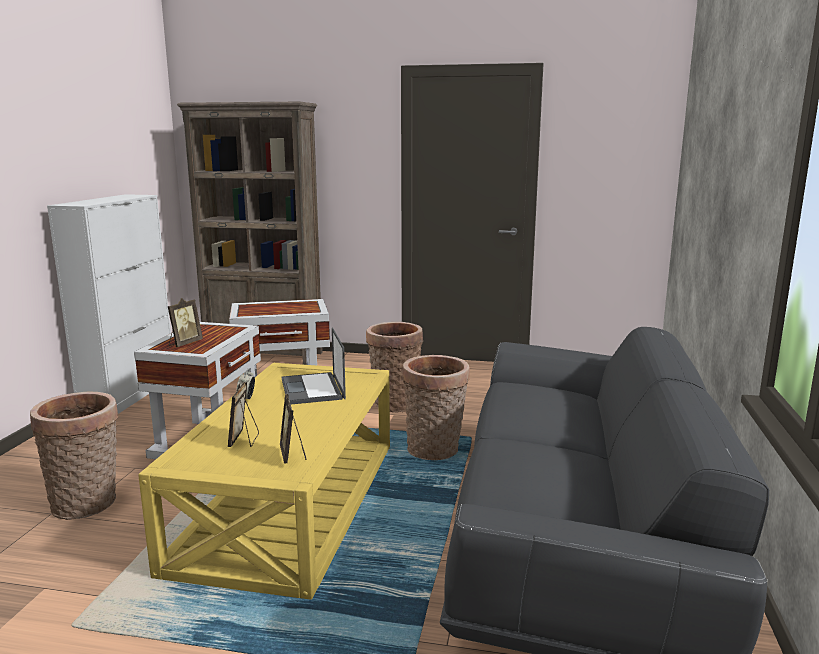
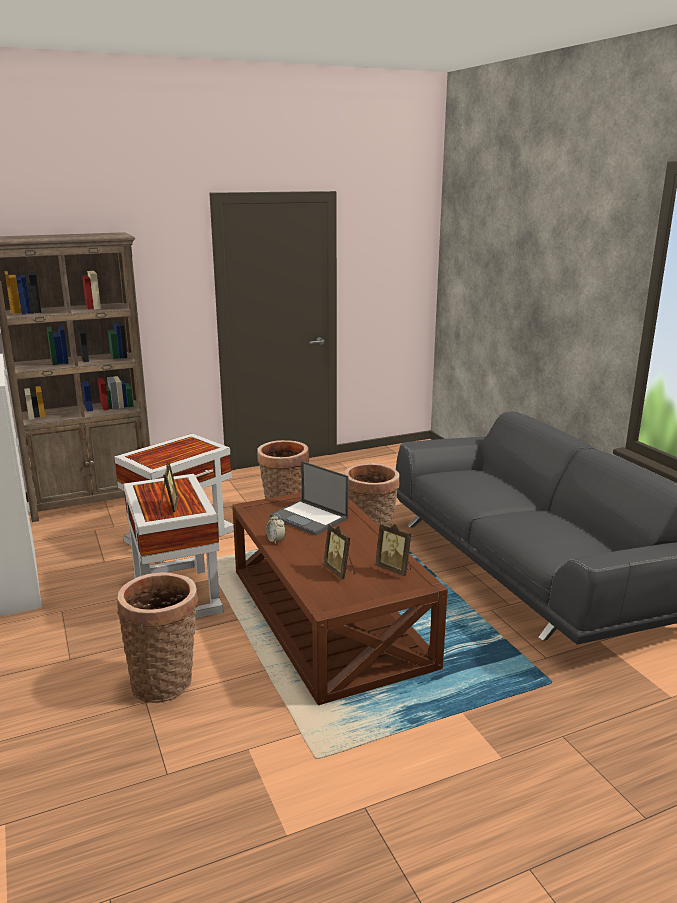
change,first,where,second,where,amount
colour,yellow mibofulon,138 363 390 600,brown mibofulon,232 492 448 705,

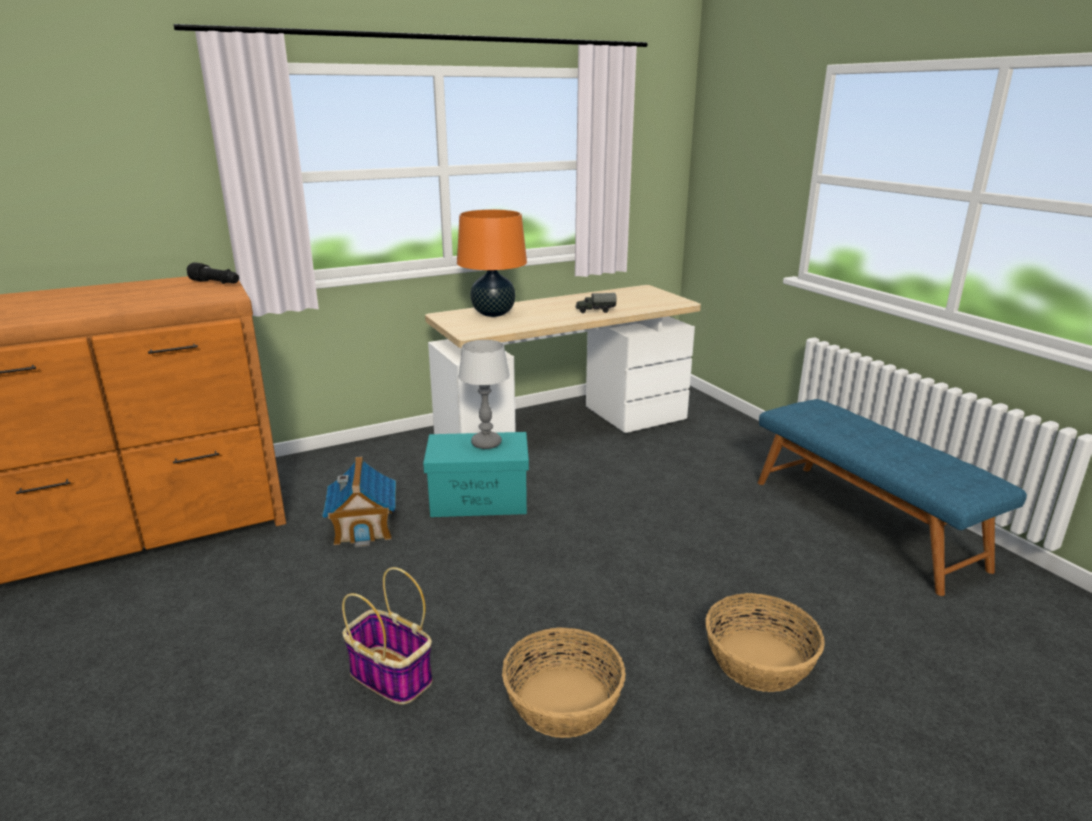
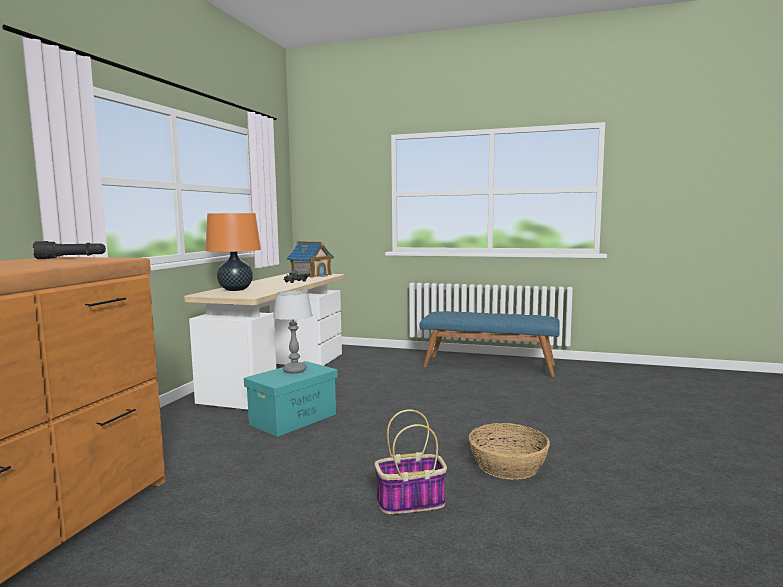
change,first,where,second,where,amount
relocated,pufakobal,322 456 396 548,,287 241 334 278,
missing,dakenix,705 593 825 692,,,

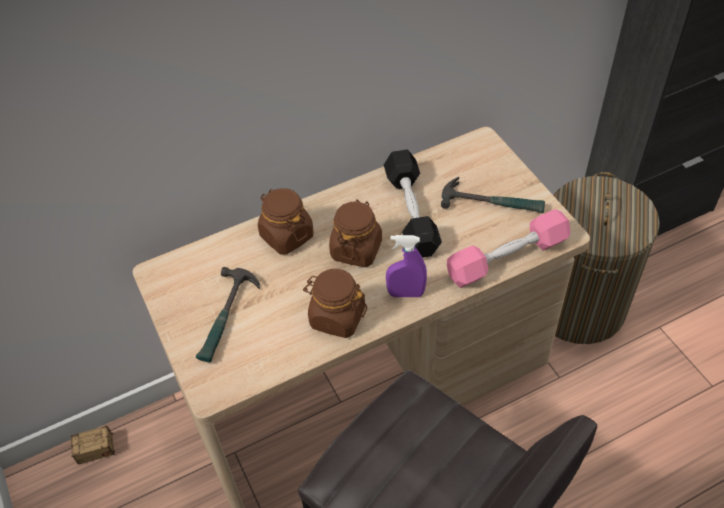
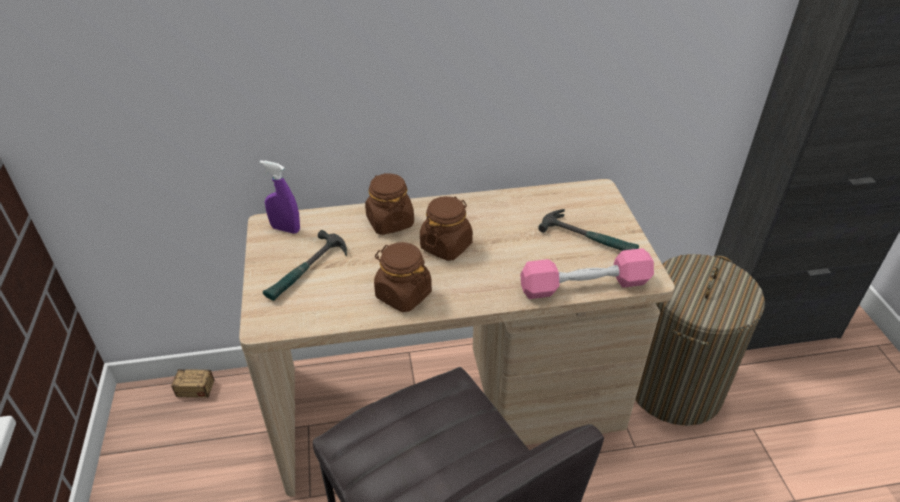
change,first,where,second,where,amount
missing,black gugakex,384 149 442 258,,,
relocated,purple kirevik,386 235 427 297,,260 160 300 234,

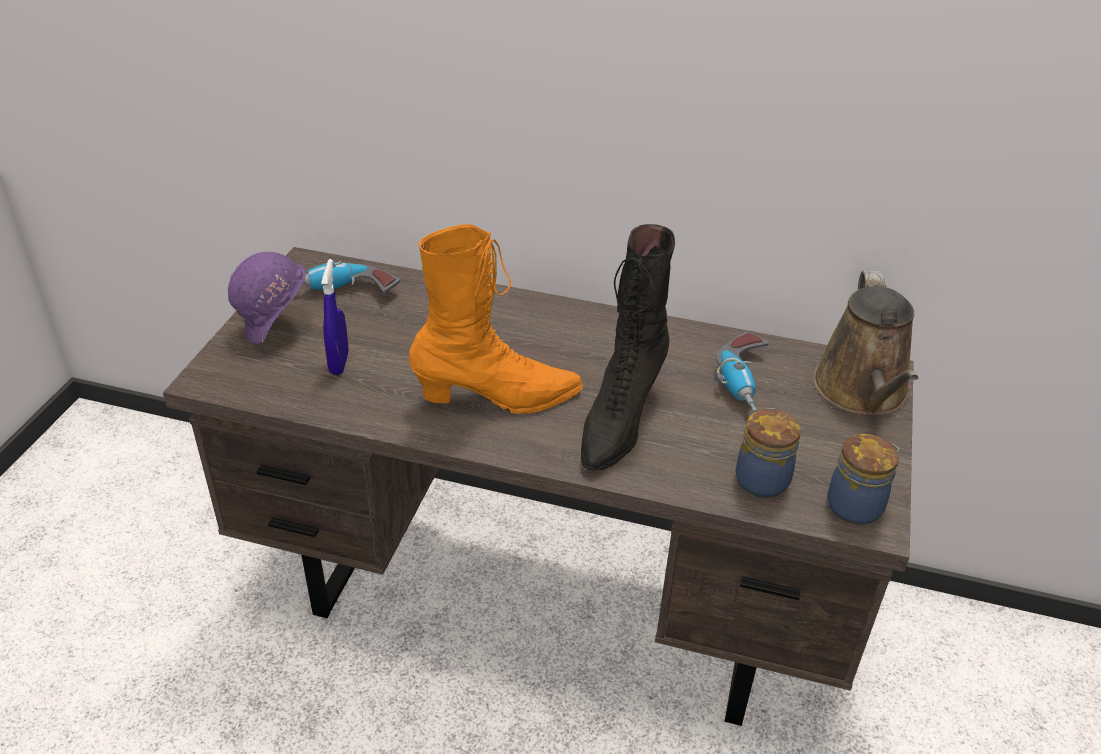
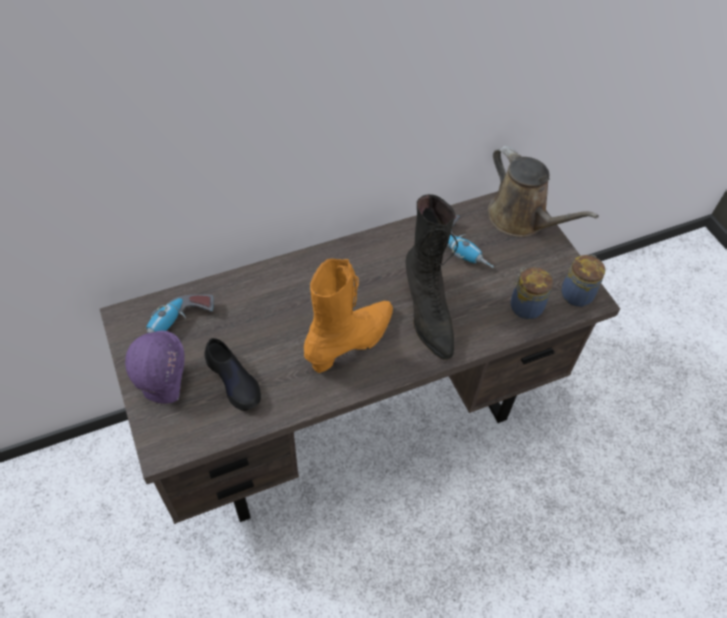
change,first,where,second,where,amount
exchanged,blue kirevik,321 259 349 375,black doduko,205 338 261 411,

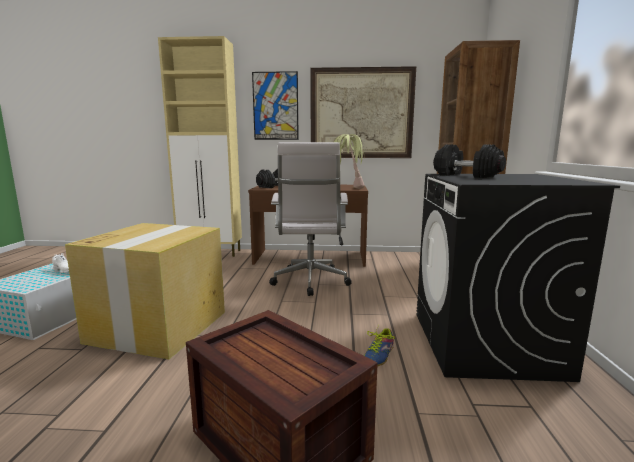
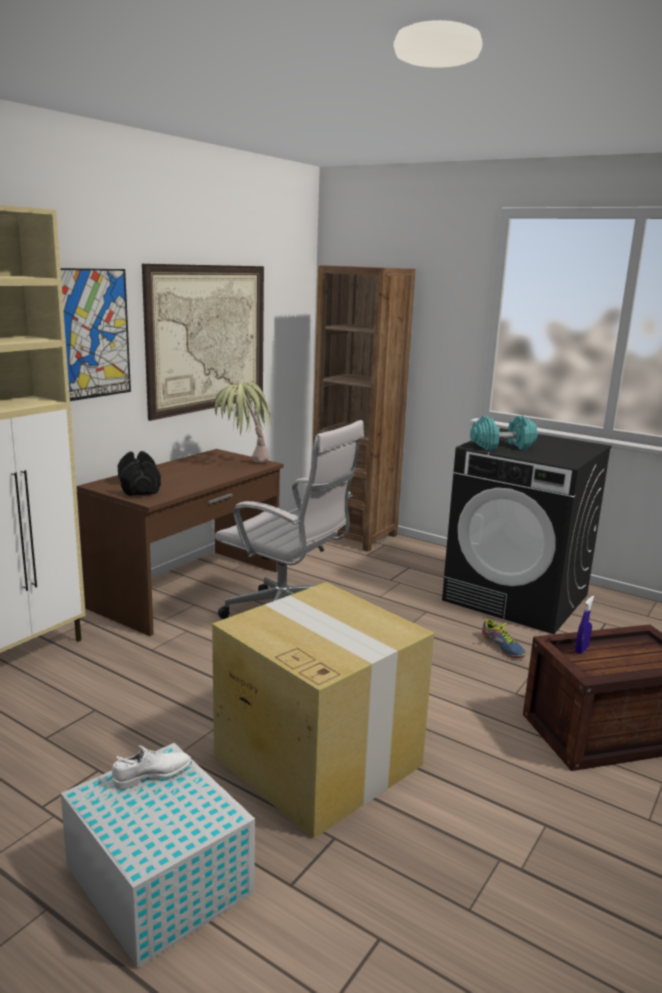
change,first,where,second,where,amount
colour,black gugakex,433 144 506 178,turquoise gugakex,470 416 538 450,
appeared,,,blue kirevik,575 596 594 654,

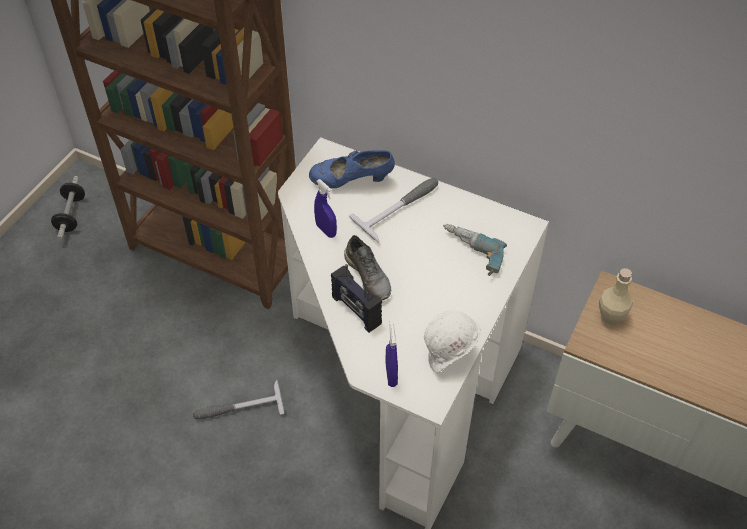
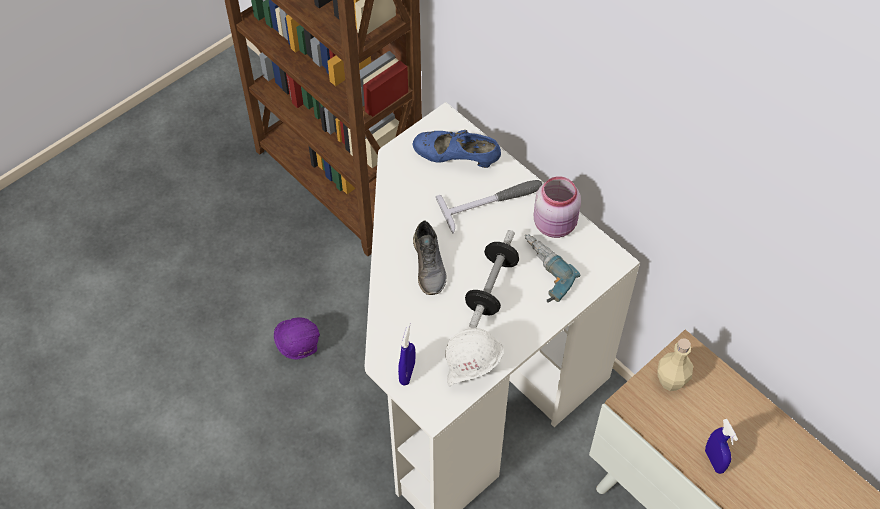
change,first,where,second,where,amount
relocated,gugakex,51 176 85 240,,465 230 519 328,
exchanged,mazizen,193 380 284 419,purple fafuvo,274 317 320 360,
relocated,blue kirevik,314 179 337 238,,705 419 738 474,
missing,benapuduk,331 264 382 333,,,
appeared,,,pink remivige,534 176 581 238,

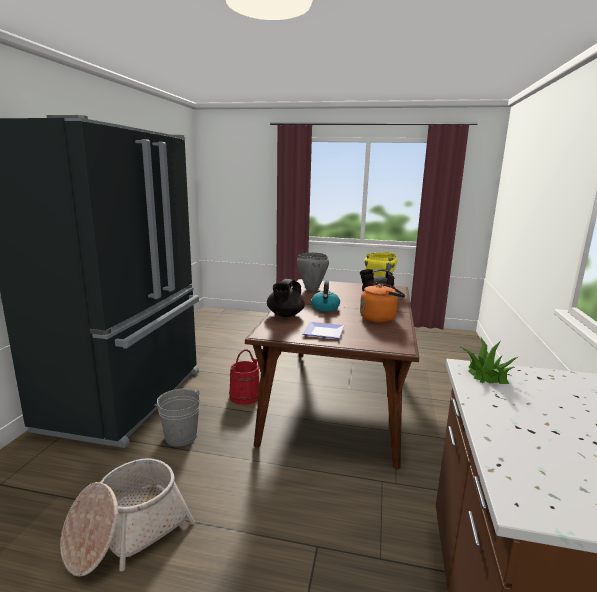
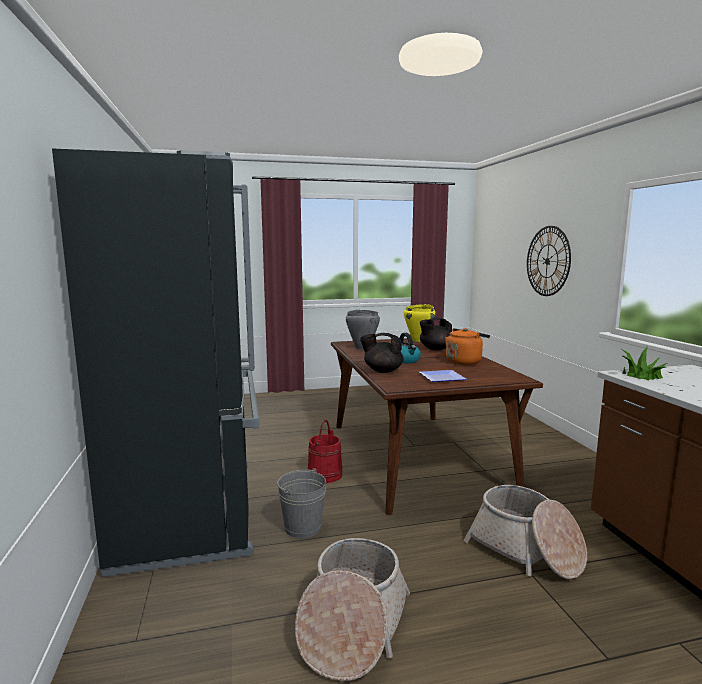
change,first,where,second,where,amount
spun,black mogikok,267 279 305 317,,360 333 404 373,105 degrees clockwise
appeared,,,dakenix,464 485 587 579,
appeared,,,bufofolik,527 226 571 296,

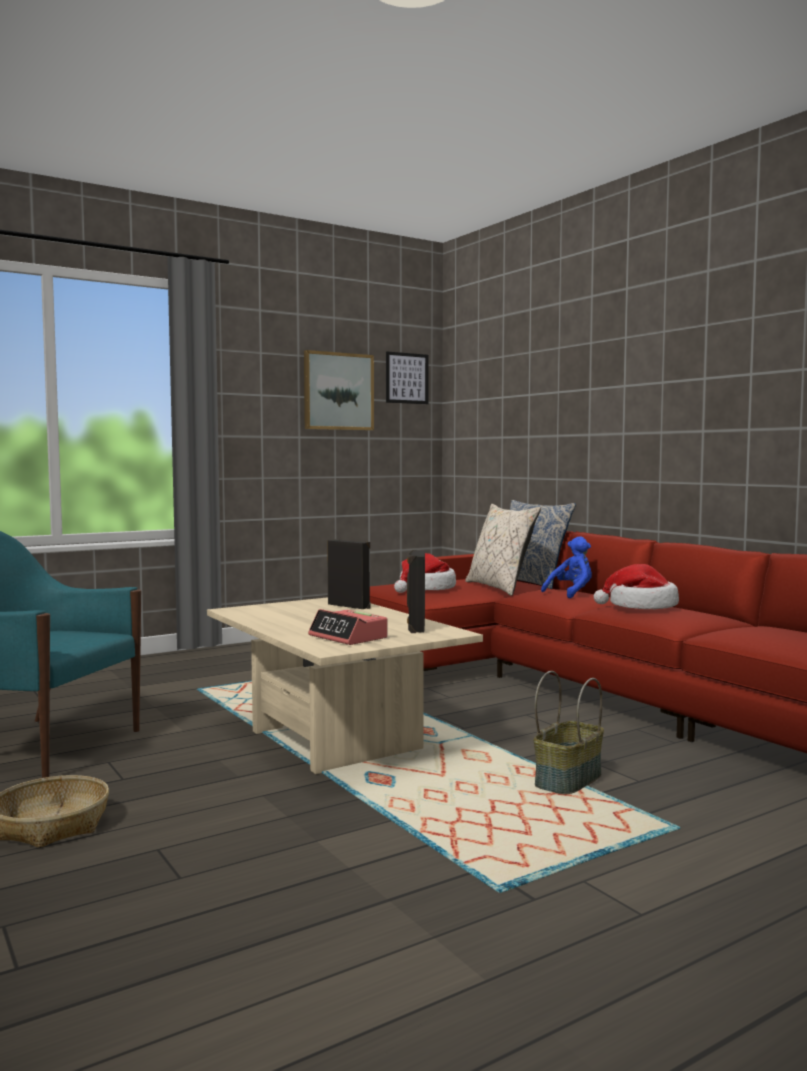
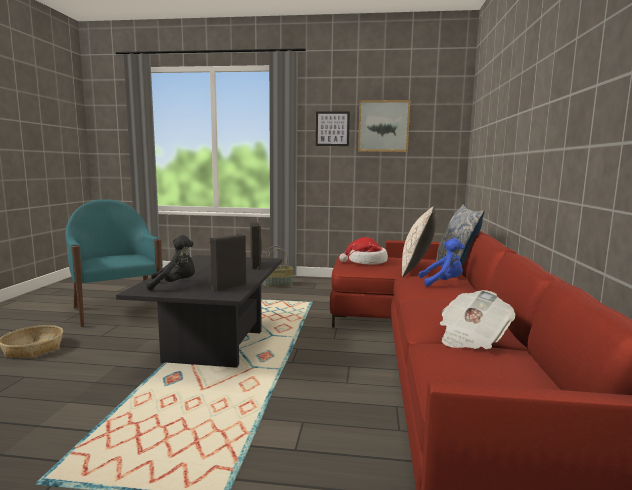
change,first,where,second,where,amount
colour,beige mibofulon,207 597 483 774,black mibofulon,116 255 282 368,
exchanged,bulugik,308 609 388 645,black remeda,146 235 195 291,
relocated,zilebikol,386 351 429 404,,316 111 350 146,
relocated,dakenix,534 671 604 794,,263 246 293 287,
missing,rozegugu,594 564 679 609,,,
appeared,,,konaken,440 290 515 349,

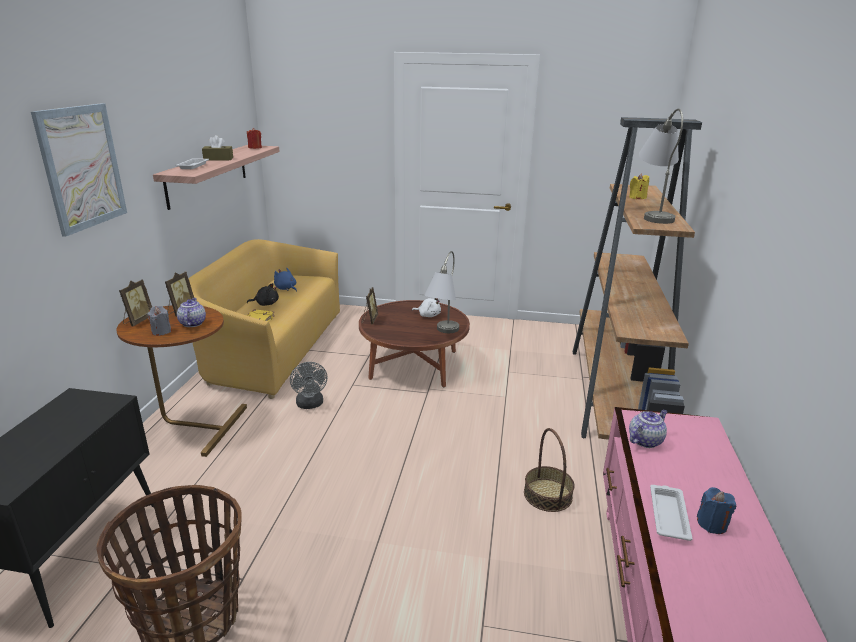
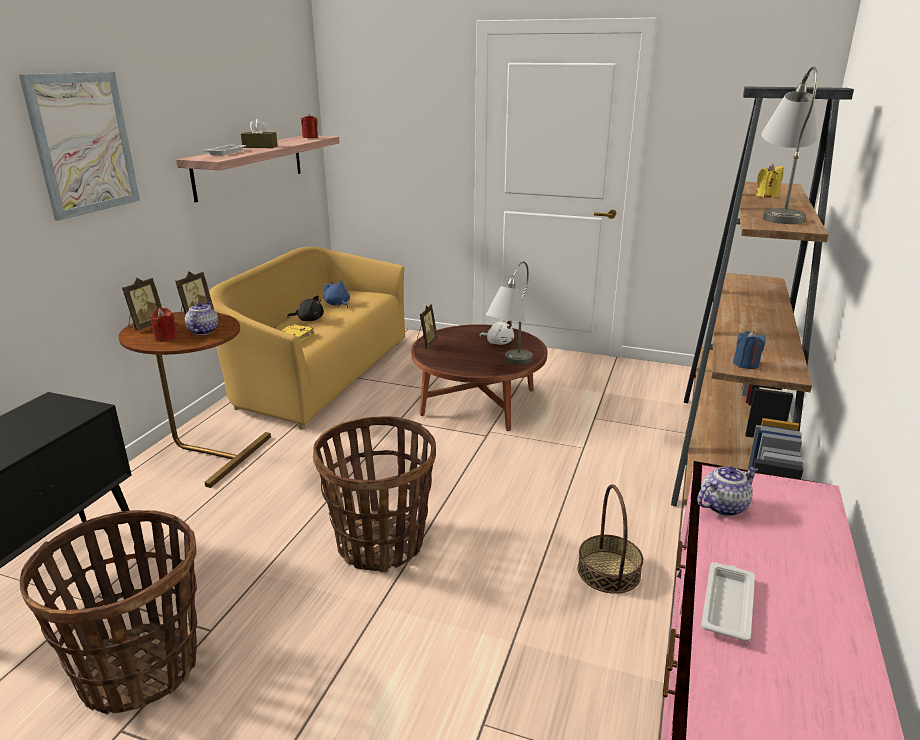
change,first,where,second,where,amount
colour,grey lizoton,147 306 171 336,red lizoton,150 308 177 342,
missing,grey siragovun,290 362 327 409,,,
relocated,blue lizoton,697 487 736 534,,733 330 765 369,
appeared,,,dakenix,313 416 436 572,

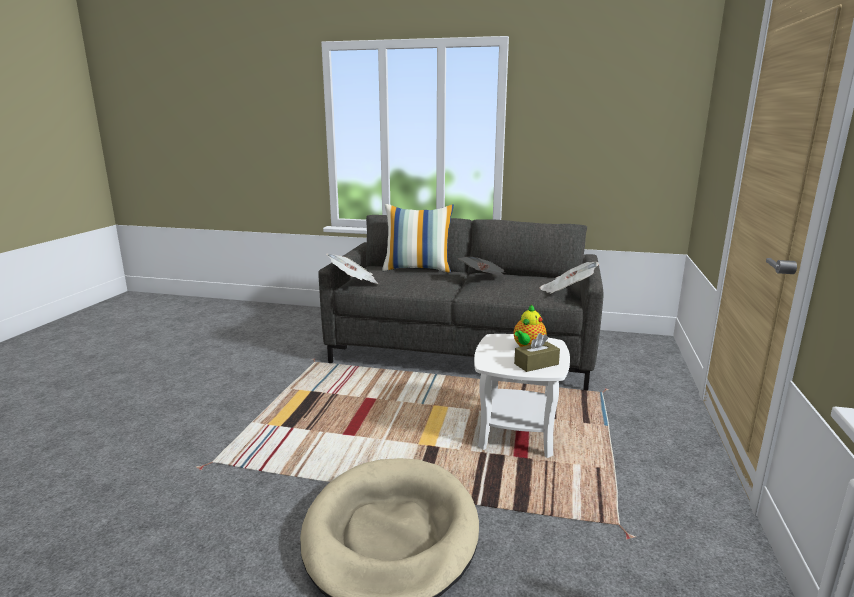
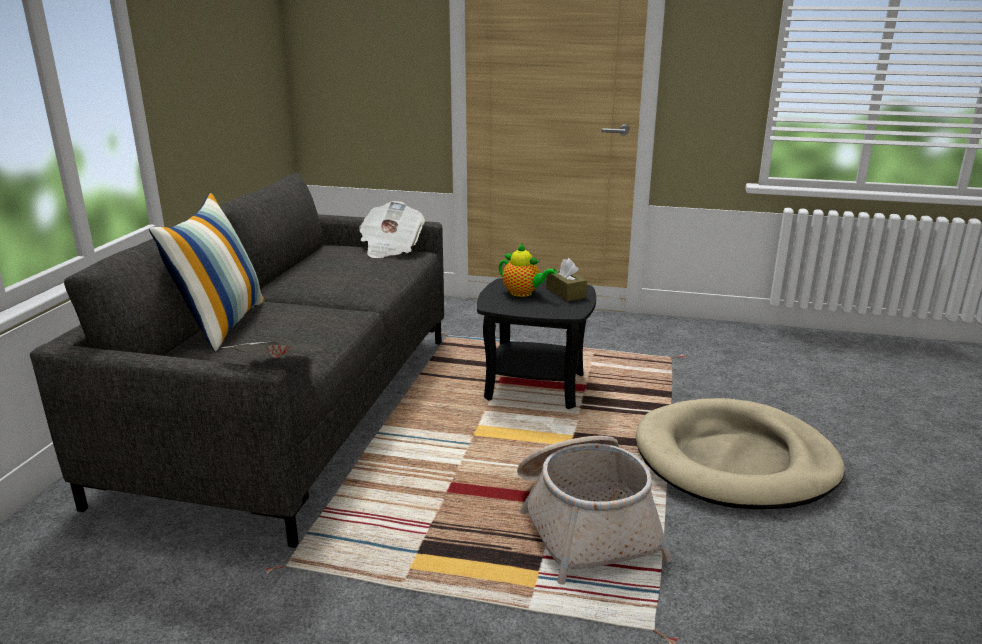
change,first,where,second,where,amount
missing,konaken,458 257 505 275,,,
colour,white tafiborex,474 334 570 458,black tafiborex,477 278 596 409,
appeared,,,dakenix,517 436 672 585,

